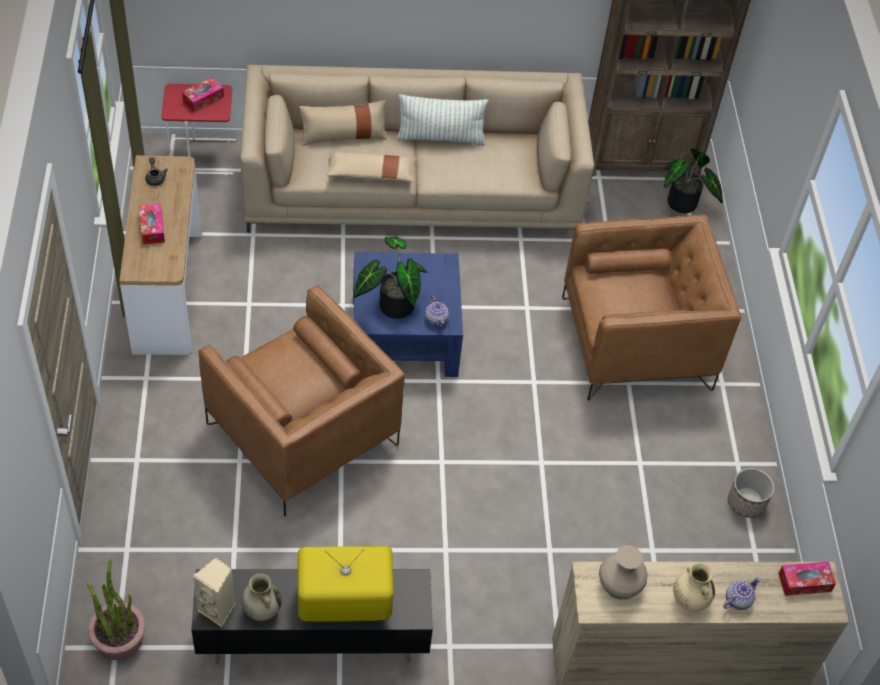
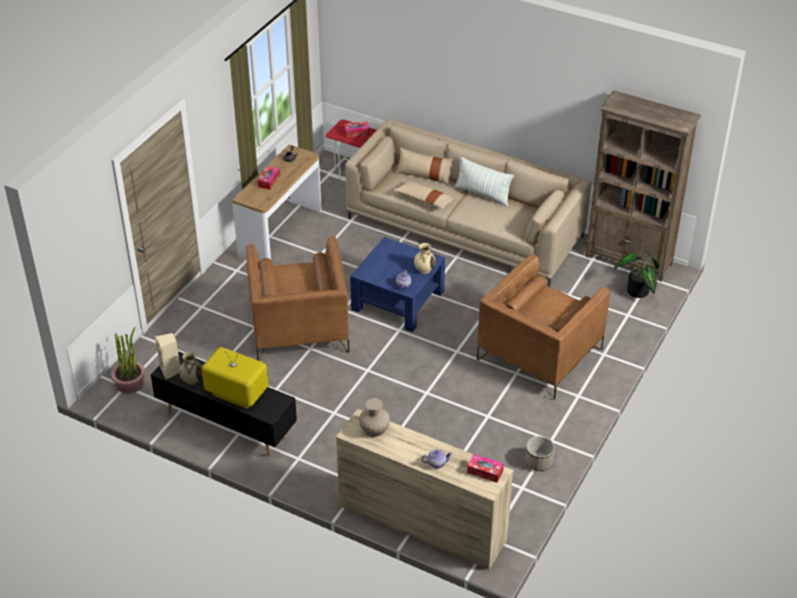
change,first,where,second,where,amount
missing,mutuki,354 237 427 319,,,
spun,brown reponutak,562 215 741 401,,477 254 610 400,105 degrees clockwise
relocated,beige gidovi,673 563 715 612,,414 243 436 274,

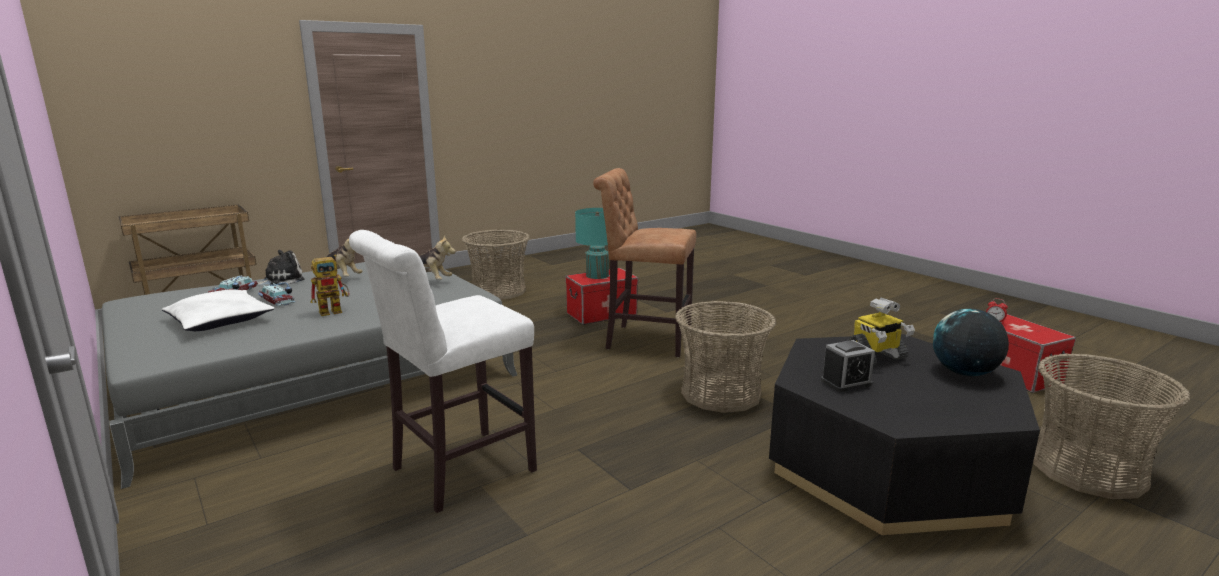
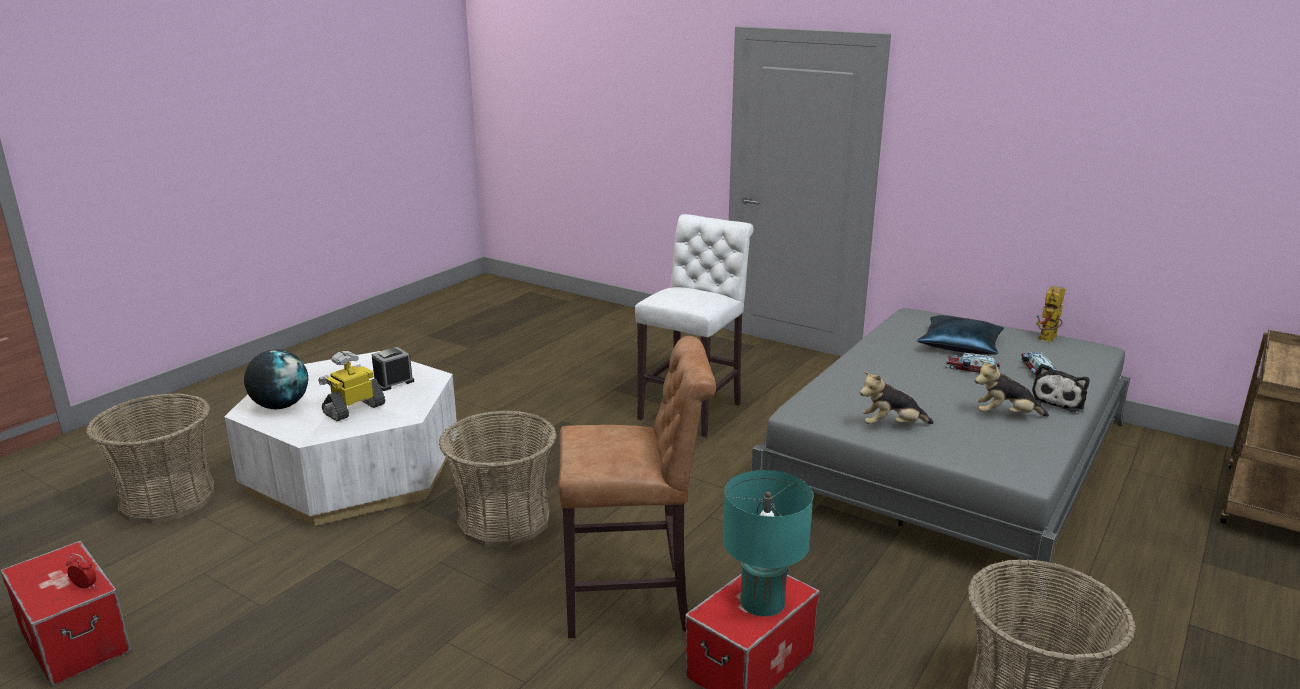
change,first,where,second,where,amount
colour,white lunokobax,162 289 275 331,blue lunokobax,917 315 1004 354,
relocated,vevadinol,311 254 349 316,,1036 286 1065 342,
colour,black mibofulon,769 334 1040 535,white mibofulon,224 351 458 526,

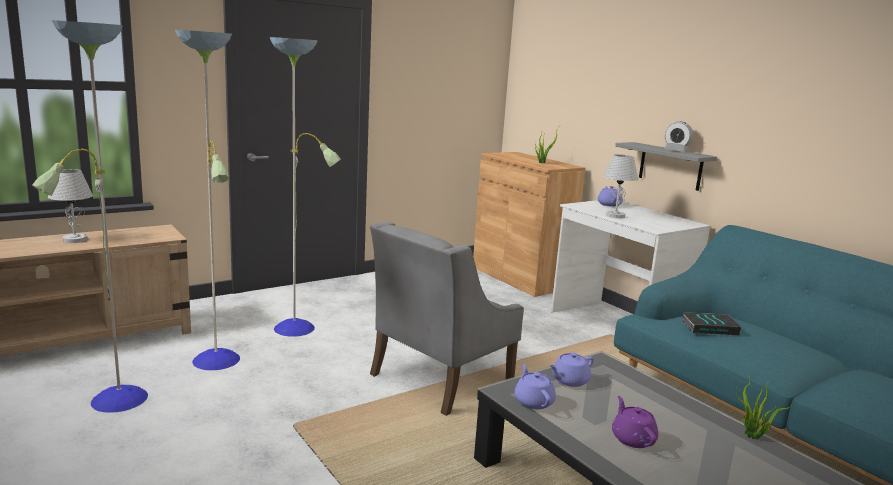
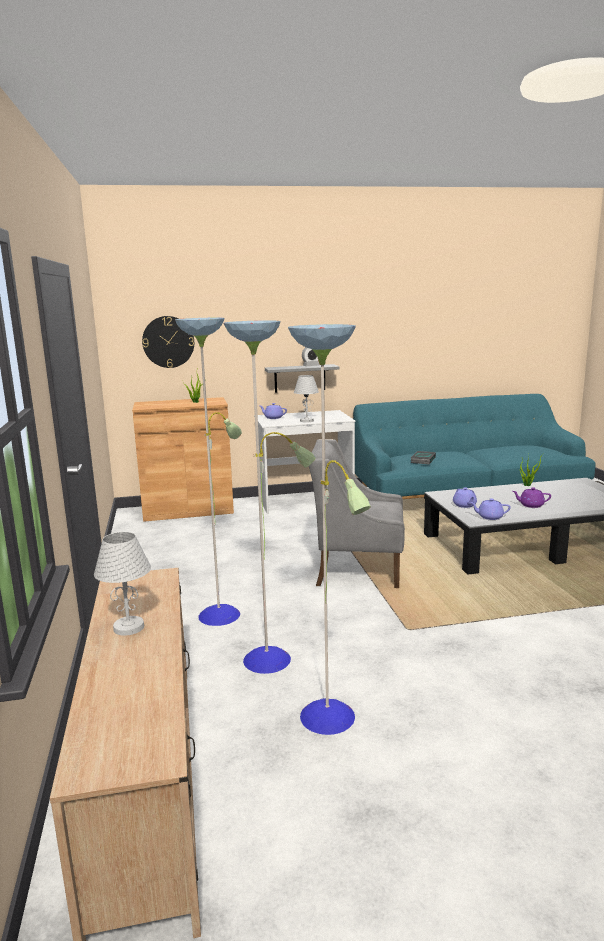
change,first,where,second,where,amount
spun,grey reponutak,370 221 524 416,,309 439 405 588,120 degrees clockwise
appeared,,,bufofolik,142 316 194 368,

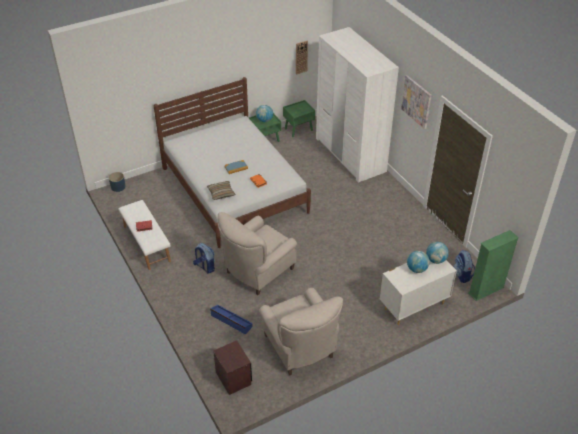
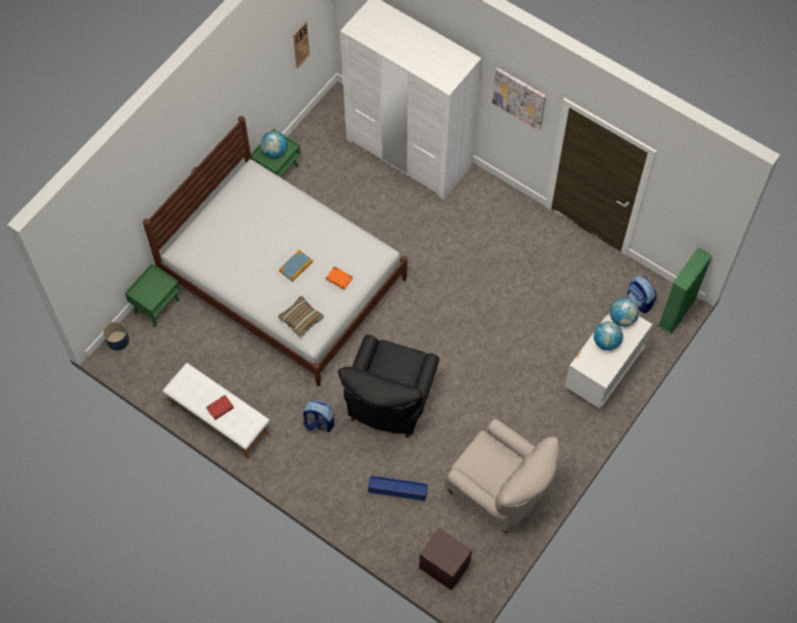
change,first,where,second,where,amount
colour,beige reponutak,218 212 297 295,black reponutak,338 335 439 438,
relocated,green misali,283 100 315 137,,125 263 180 327,

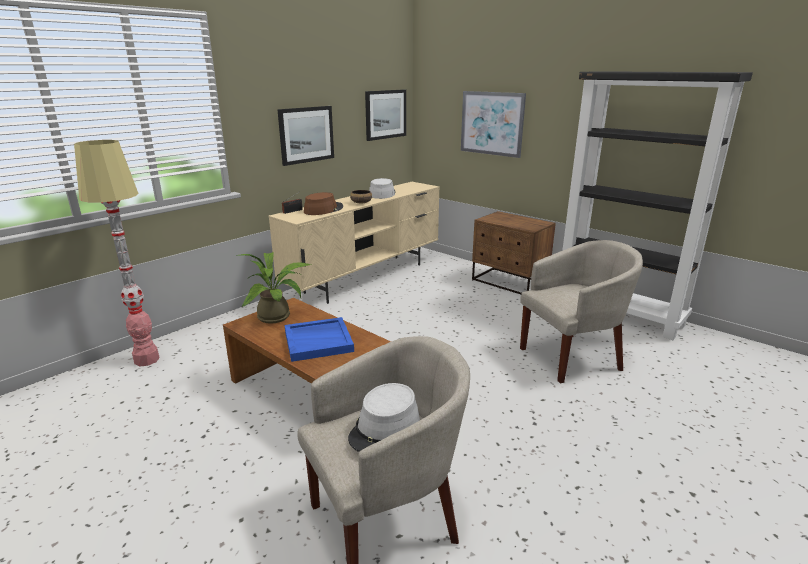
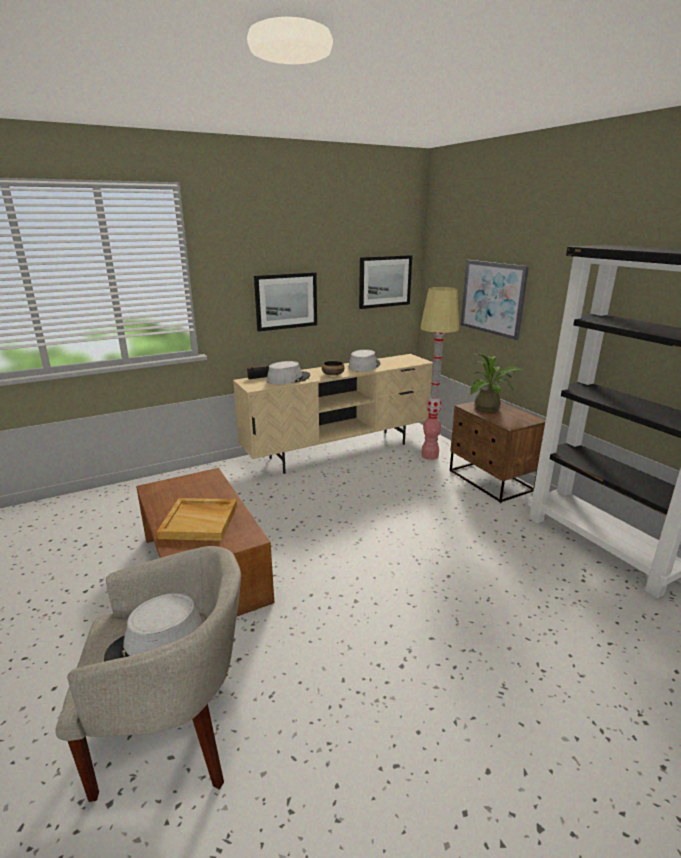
change,first,where,second,where,amount
relocated,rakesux,74 140 160 366,,420 287 459 460,
relocated,mutuki,237 252 311 324,,470 354 524 412,
colour,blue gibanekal,285 317 354 362,beige gibanekal,157 498 237 541,
colour,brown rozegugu,304 192 343 215,grey rozegugu,267 361 310 384,
missing,beige reponutak,520 240 643 383,,,

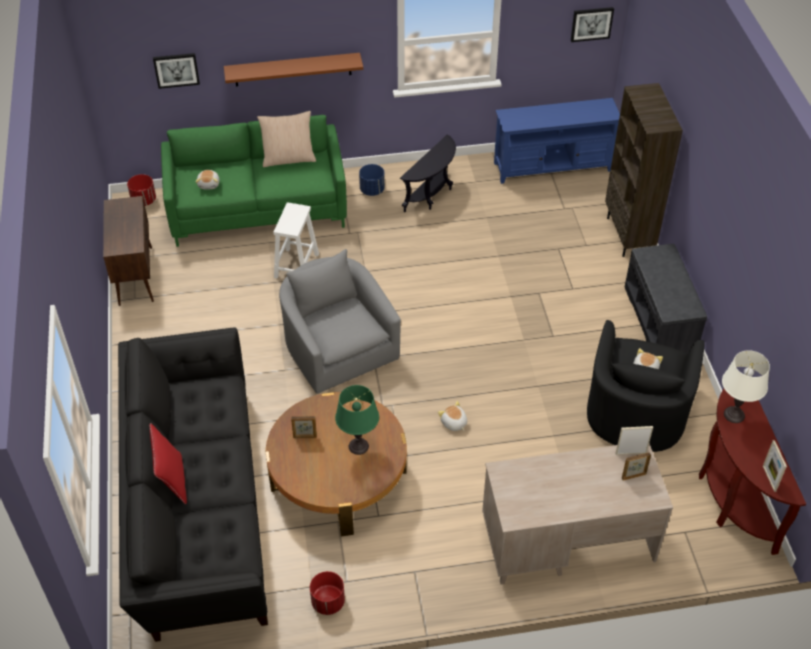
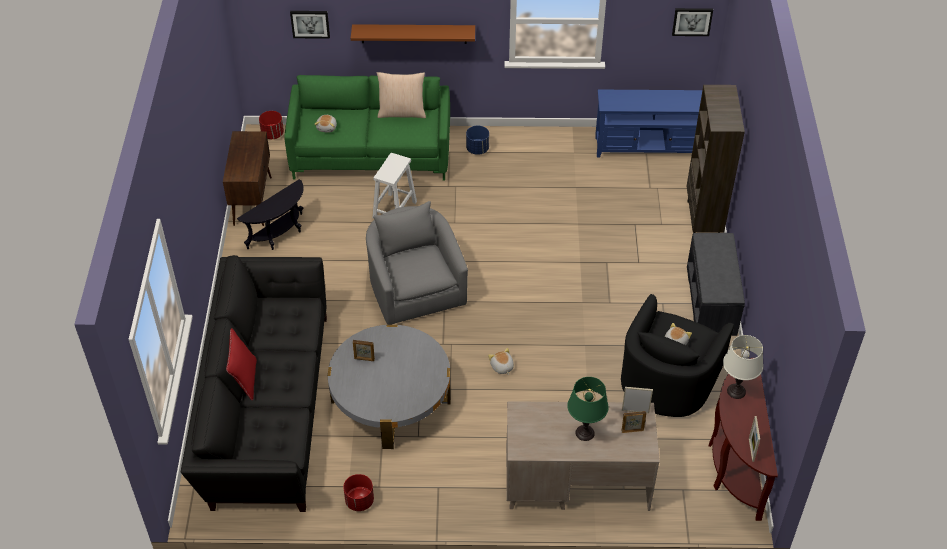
change,first,where,second,where,amount
colour,brown mibofulon,266 392 407 536,grey mibofulon,328 325 451 449,
relocated,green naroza,335 385 379 455,,567 377 609 441,
relocated,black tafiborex,400 135 456 212,,237 179 304 250,

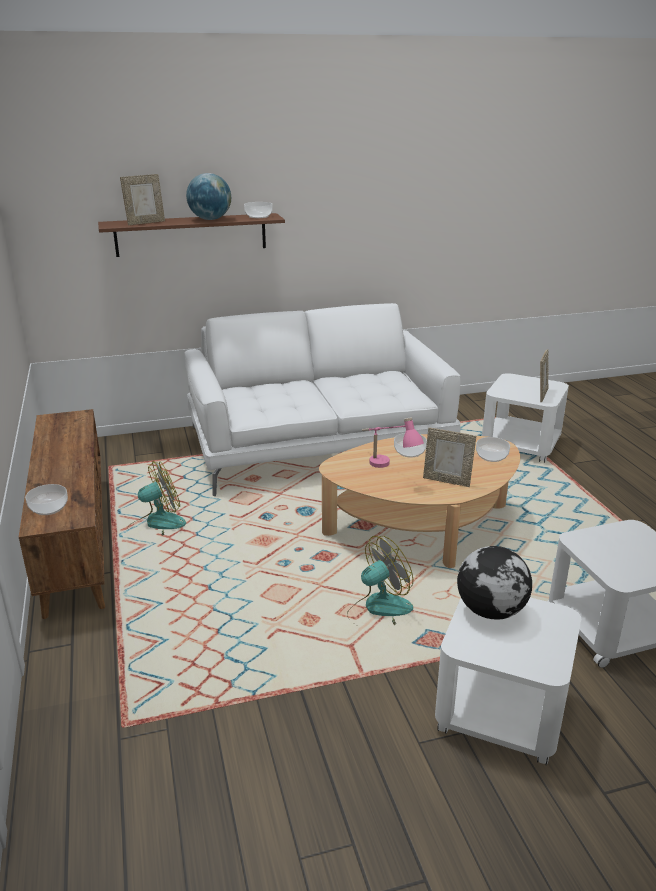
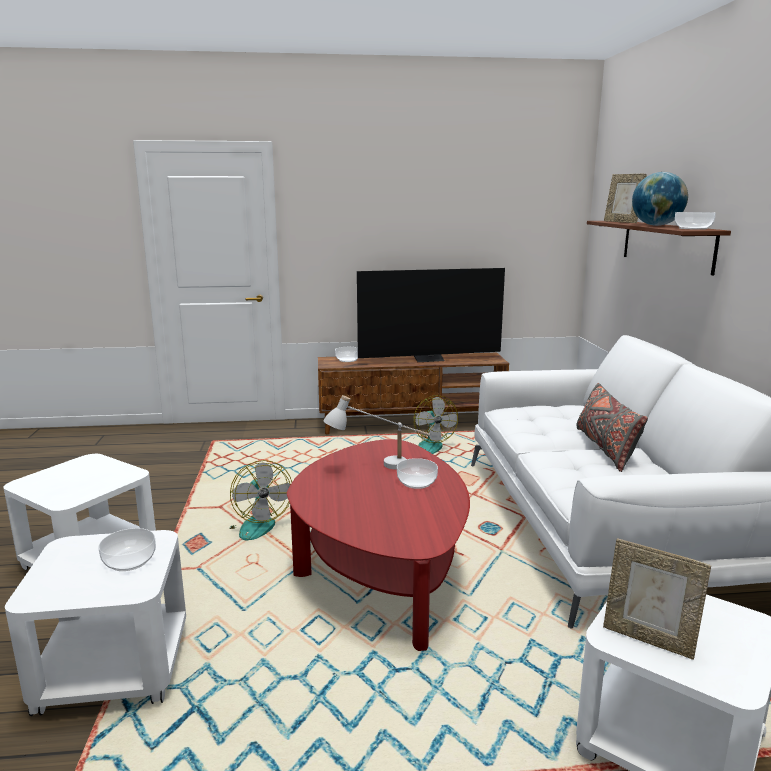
change,first,where,second,where,amount
colour,beige mibofulon,319 434 520 568,red mibofulon,287 439 470 651,
colour,pink naroza,362 417 424 468,white naroza,323 395 430 469,
missing,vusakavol,423 428 476 487,,,
missing,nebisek,457 546 532 620,,,
relocated,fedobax,476 437 510 462,,98 528 156 571,
appeared,,,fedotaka,357 268 505 362,
appeared,,,grey lunokobax,576 383 648 472,

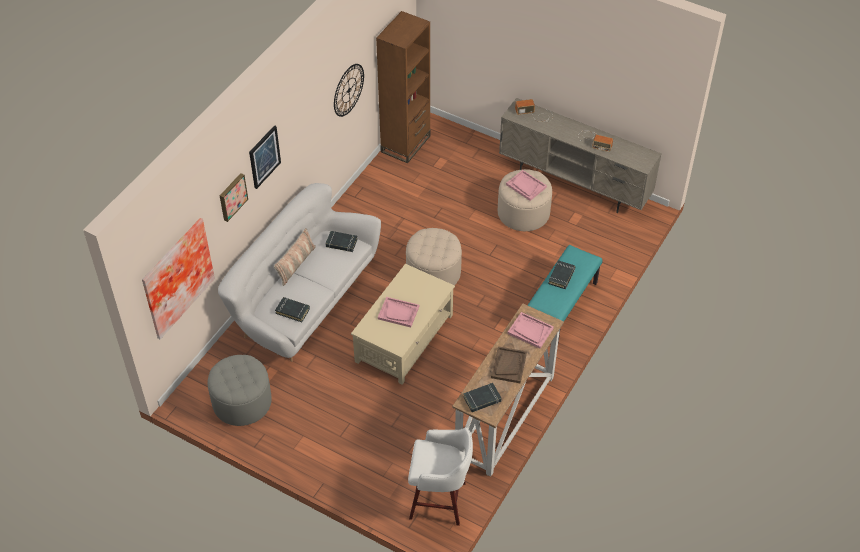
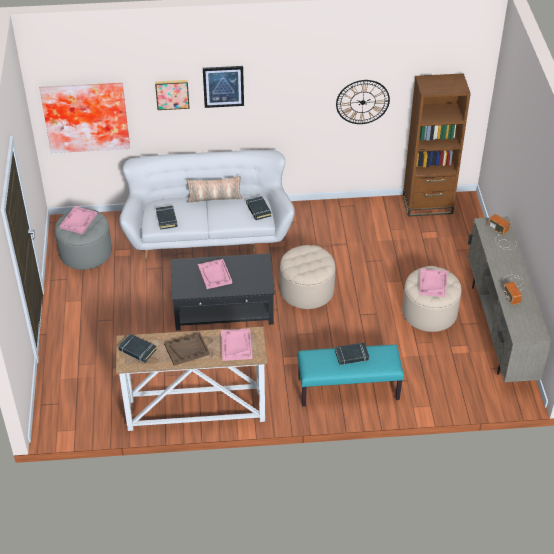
change,first,where,second,where,amount
colour,beige mibofulon,351 264 455 385,black mibofulon,171 253 275 331,
missing,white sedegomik,408 427 473 526,,,
appeared,,,pink gibanekal,59 206 97 234,

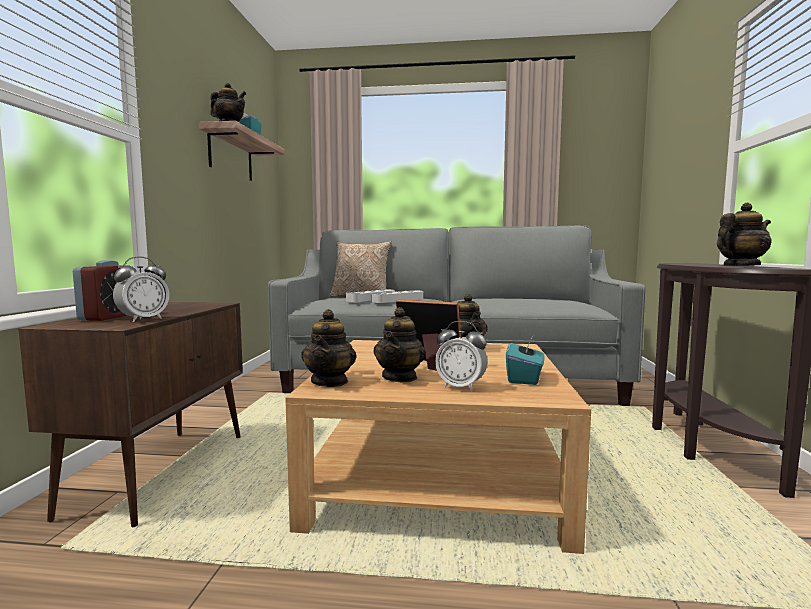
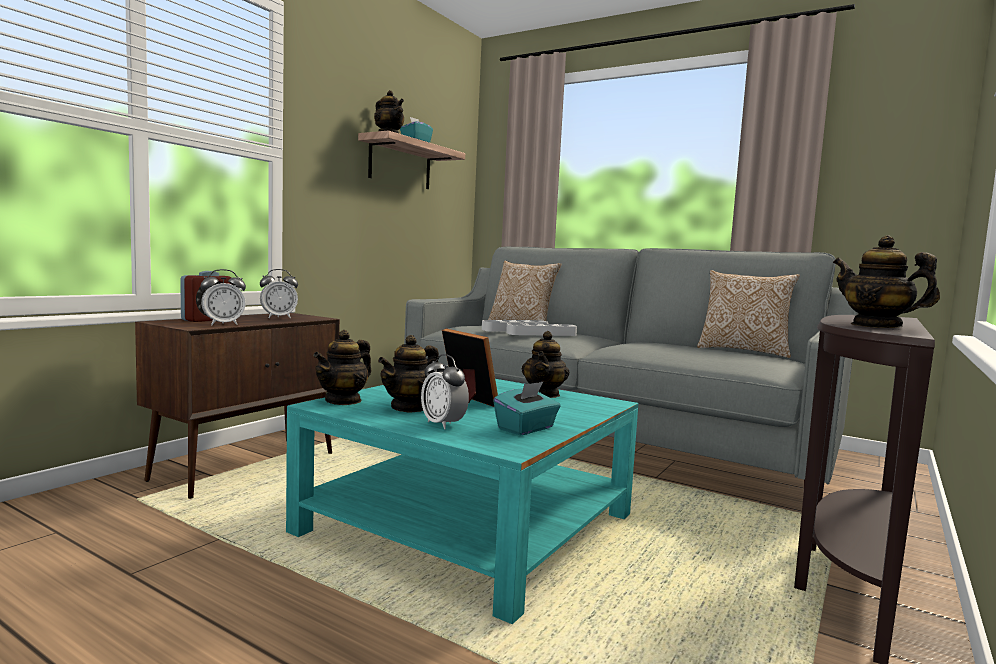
change,first,where,second,where,amount
colour,beige mibofulon,285 340 591 554,turquoise mibofulon,286 379 638 624,
spun,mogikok,717 203 772 266,,833 236 940 328,135 degrees counterclockwise
appeared,,,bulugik,260 269 298 318,
appeared,,,lunokobax,697 270 800 358,

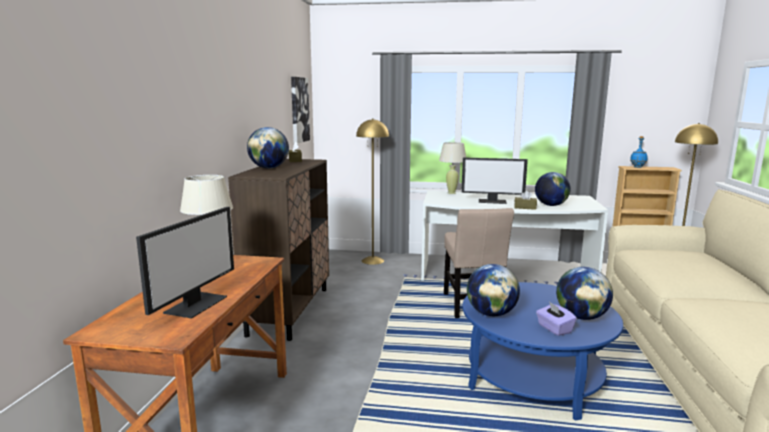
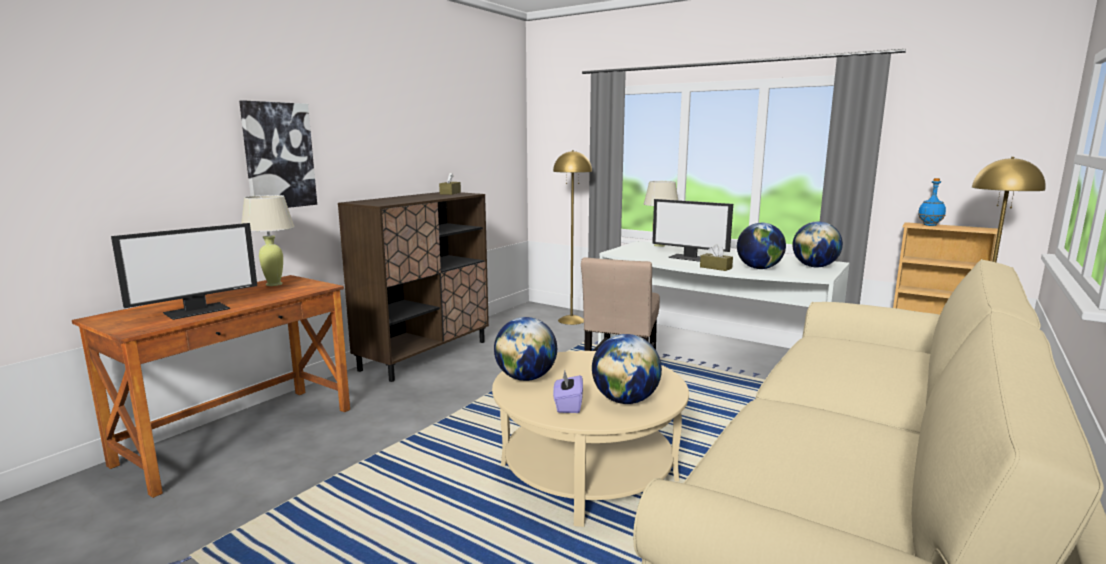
change,first,where,second,where,amount
relocated,nebisek,247 127 289 168,,792 221 843 267,
relocated,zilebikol,291 77 310 144,,239 100 317 208,
colour,blue mibofulon,463 282 623 421,beige mibofulon,492 351 689 527,

